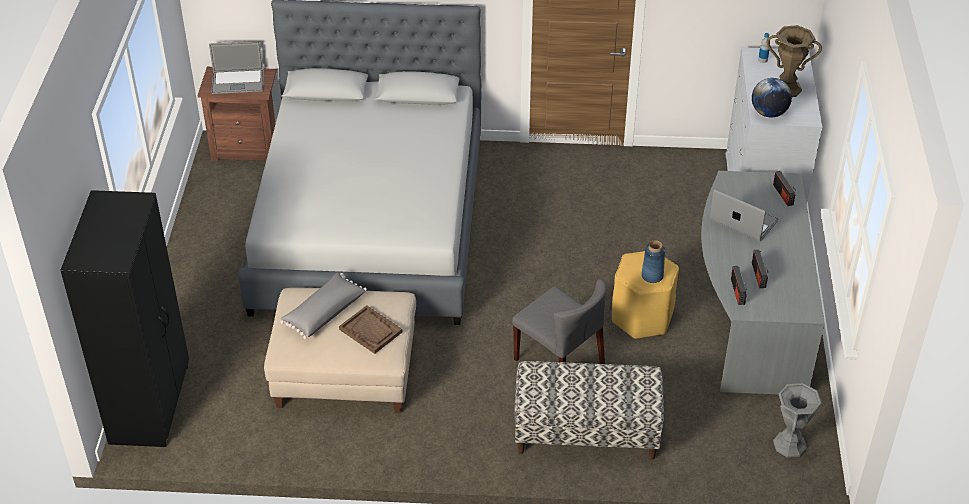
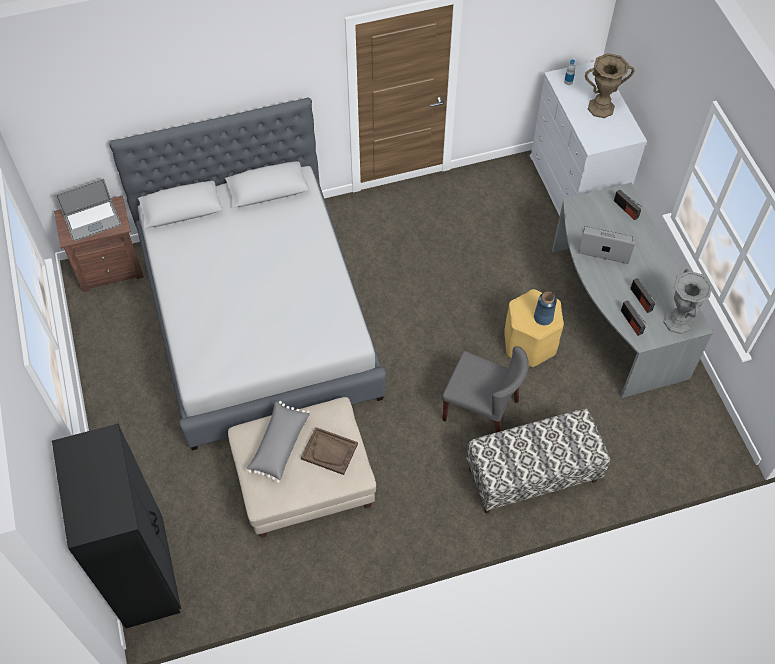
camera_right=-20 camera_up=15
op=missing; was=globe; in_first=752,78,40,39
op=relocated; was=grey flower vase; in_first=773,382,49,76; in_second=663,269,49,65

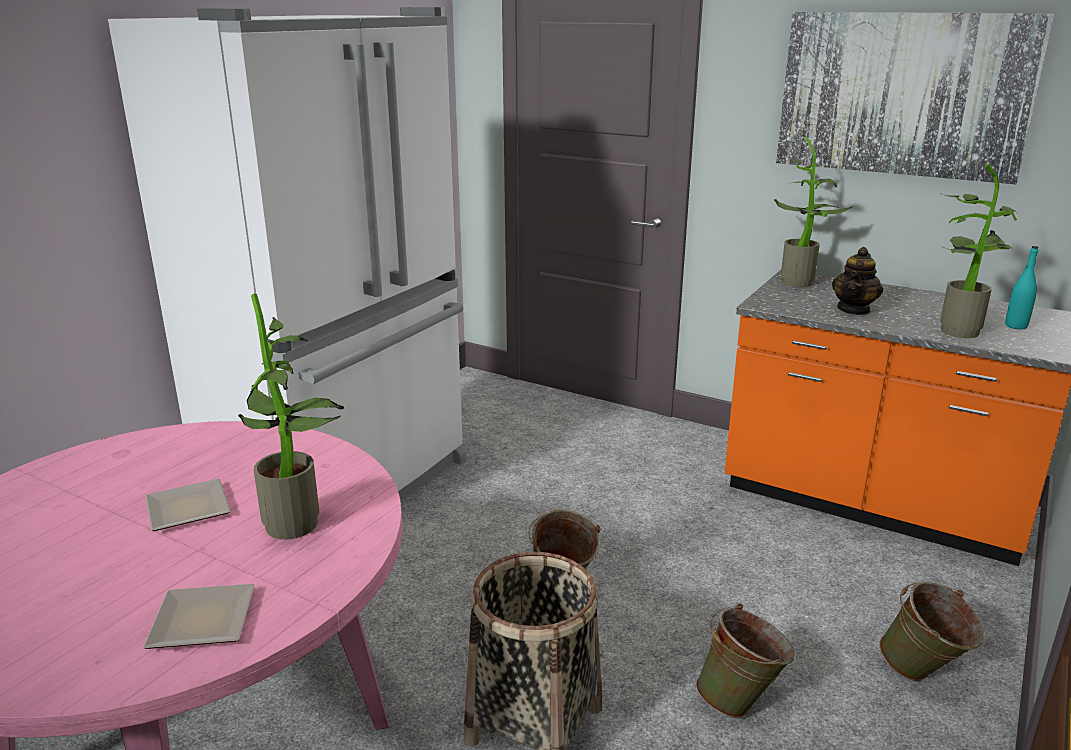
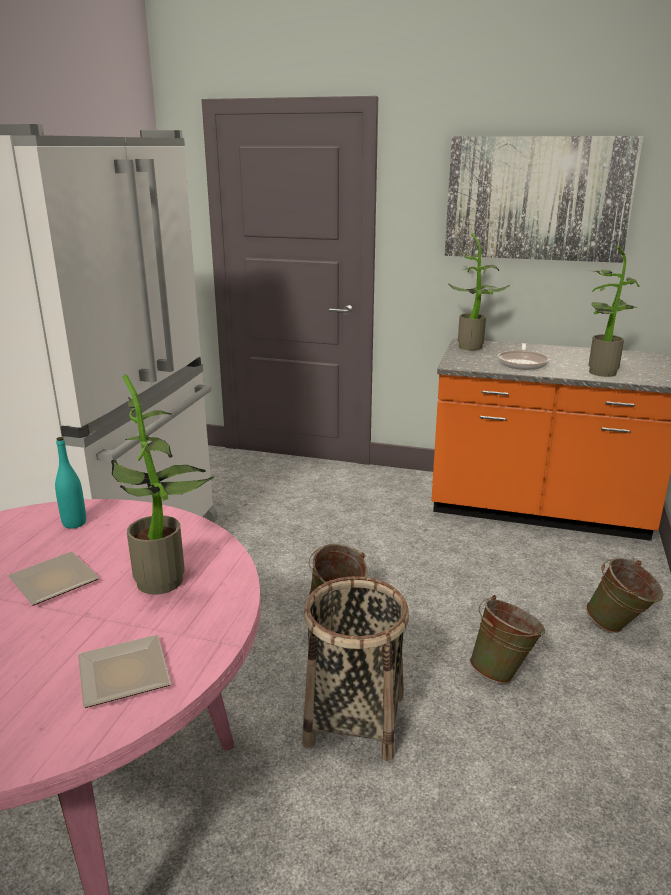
camera_right=-15 camera_up=0
op=relocated; was=turquoise-coloured beverage bottle; in_first=1005,246,33,83; in_second=55,437,31,91
op=exchanged; was=tea pot; now=skillet; in_first=832,247,51,68; in_second=498,343,51,27

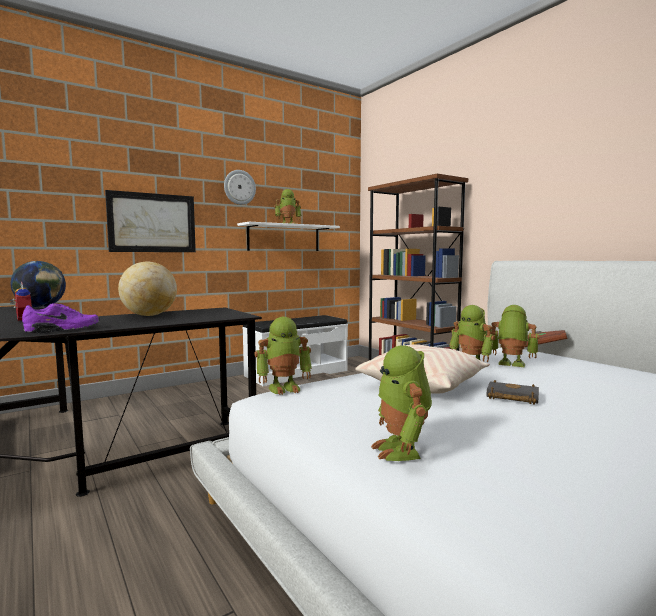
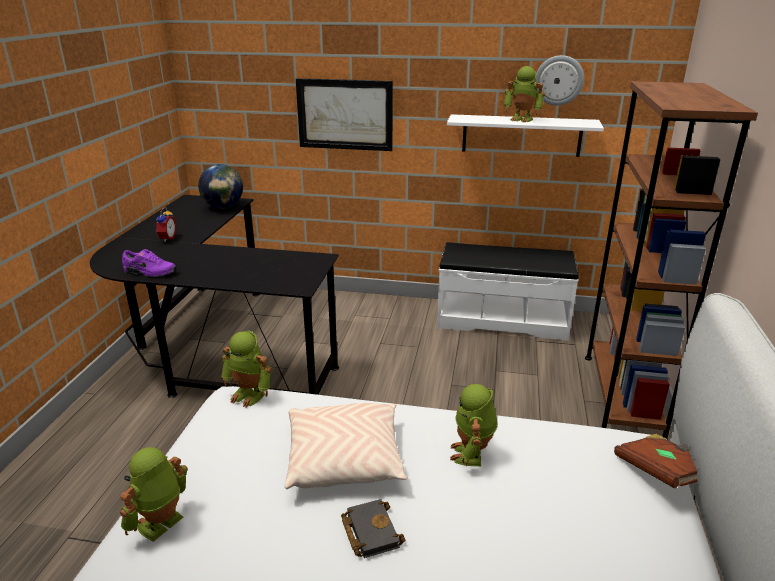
camera_right=45 camera_up=20
op=relocated; was=clock on the wall; in_first=224,170,32,35; in_second=536,55,48,51
op=missing; was=globe; in_first=118,262,59,54
op=missing; was=robot figure; in_first=491,305,48,62

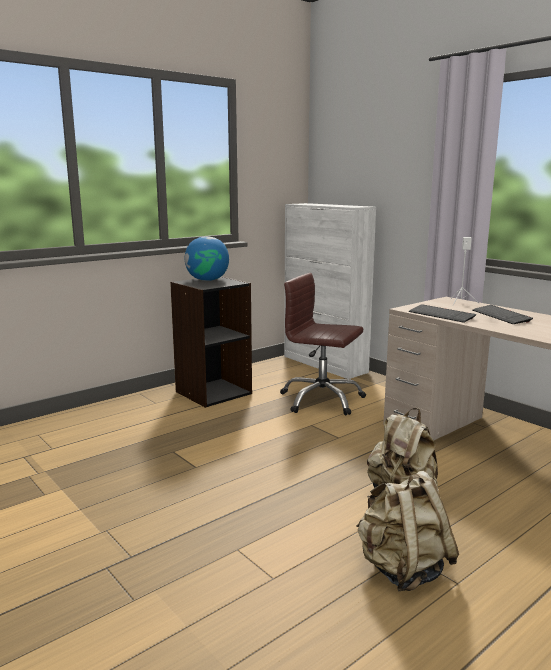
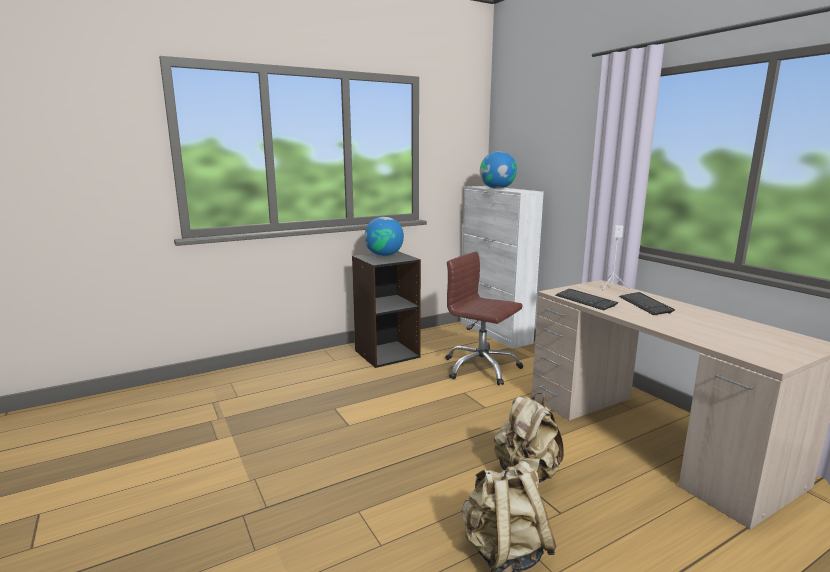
camera_right=10 camera_up=0
op=appeared; now=globe; in_second=480,152,37,37

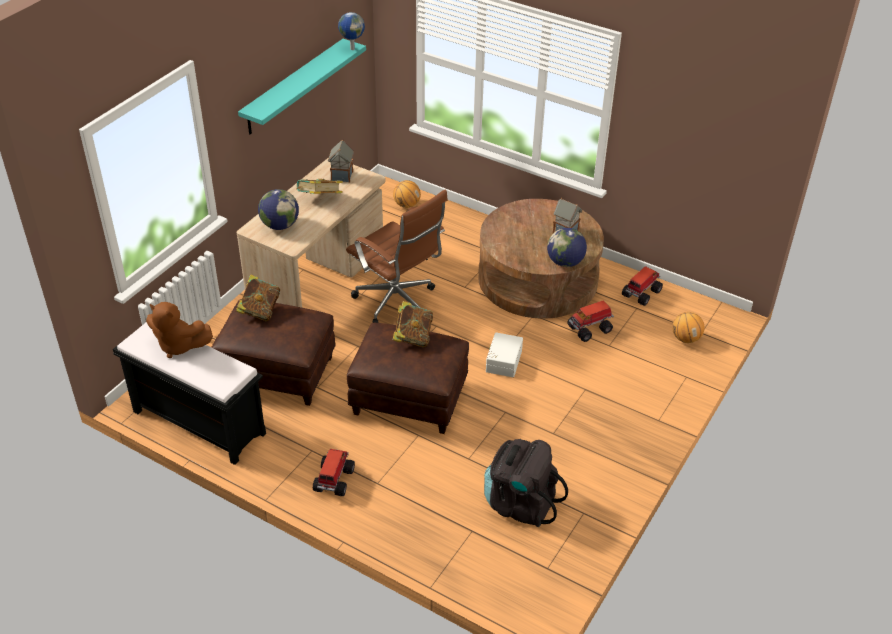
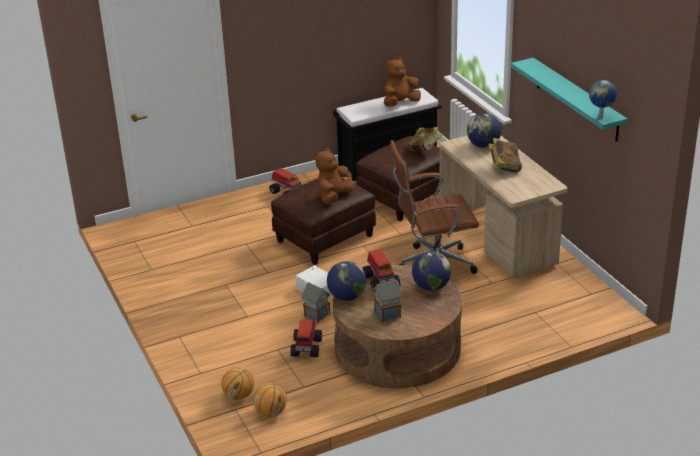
camera_right=125 camera_up=-10
op=relocated; was=model house; in_first=328,139,26,44; in_second=301,282,29,41
op=relocated; was=ball for basketball; in_first=393,180,28,28; in_second=253,383,34,34
op=relocated; was=toy truck; in_first=622,266,41,40; in_second=363,249,37,41
op=exchanged; was=bound book; now=brown-coloured cuddly toy; in_first=393,301,40,46; in_second=315,148,39,57
op=missing; was=black rucksack; in_first=484,439,84,88
op=appeared; now=globe; in_second=412,251,39,40

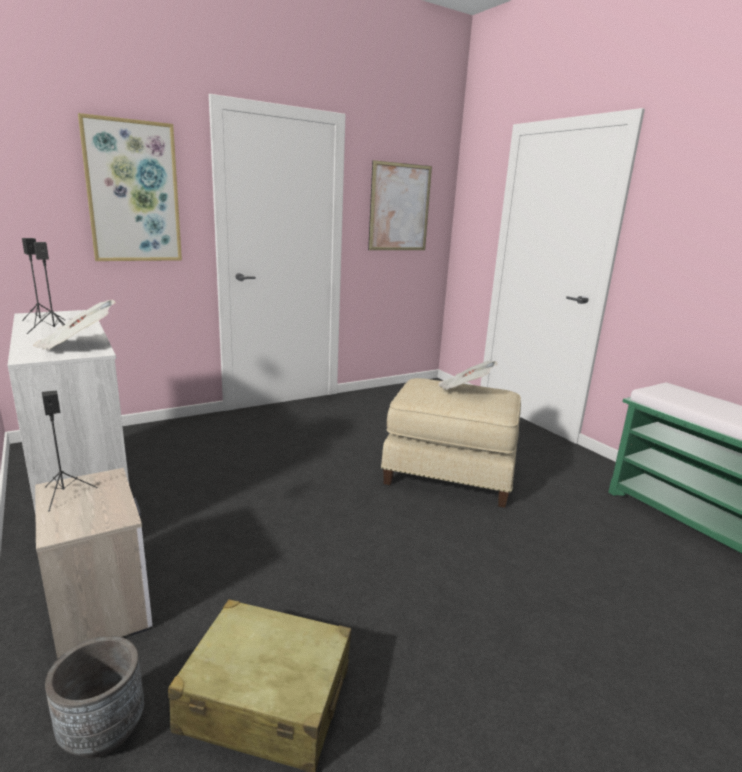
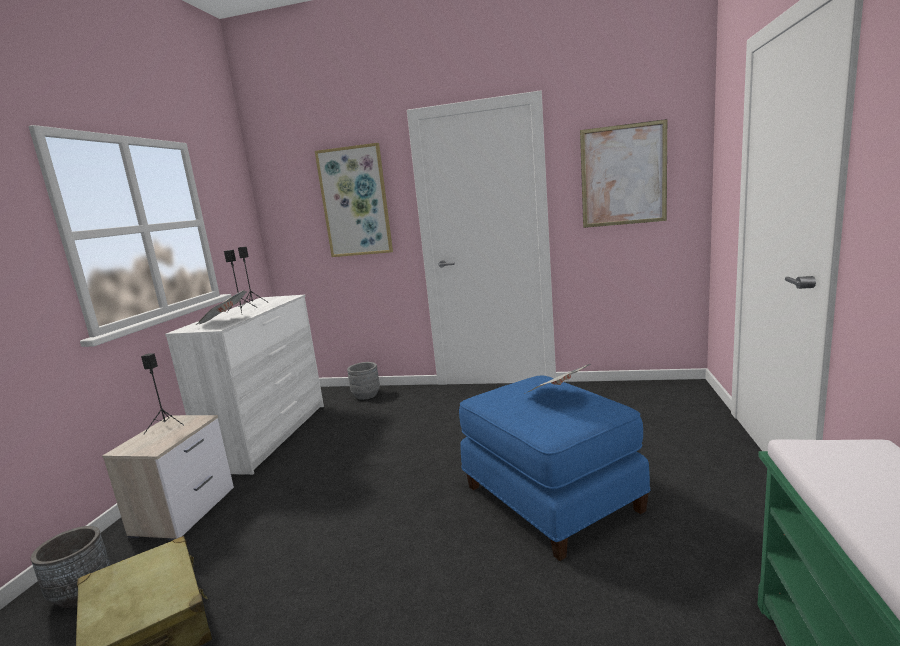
camera_right=45 camera_up=-5
op=colour; was=beige ottoman; now=blue-coloured ottoman; in_first=381,378,140,130; in_second=459,375,191,186
op=appeared; now=grey flower pot; in_second=347,362,33,38

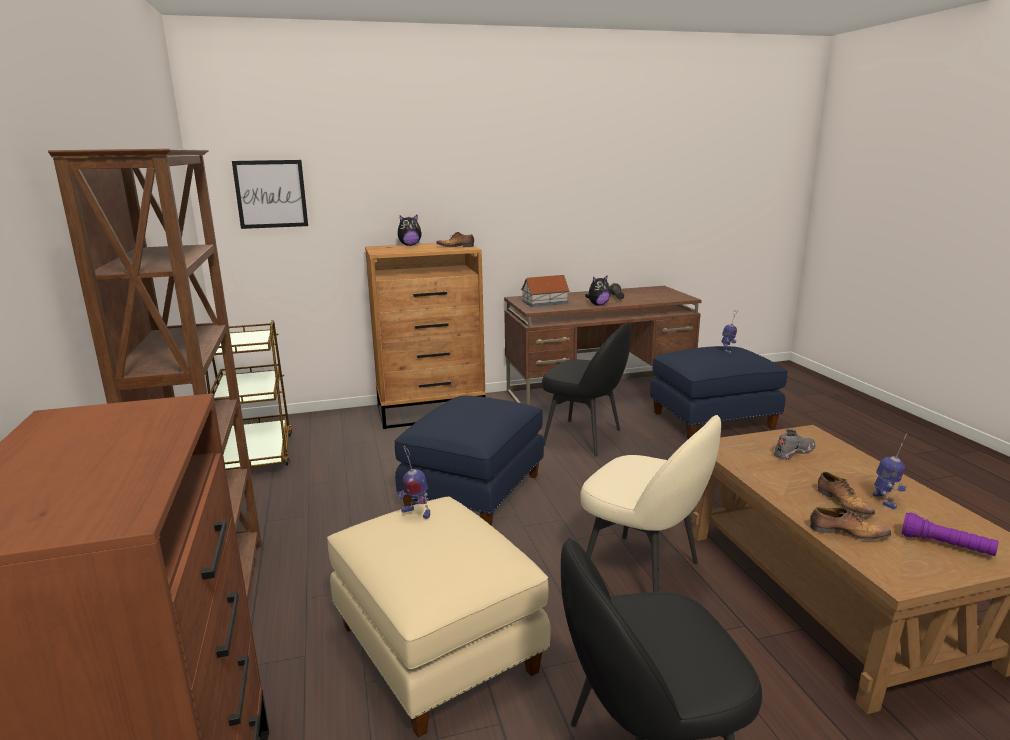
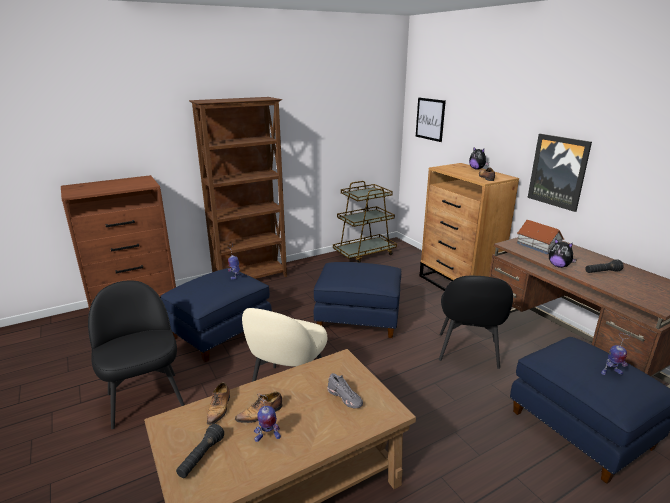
camera_right=75 camera_up=5
op=colour; was=beige ottoman; now=blue-coloured ottoman; in_first=327,497,223,240; in_second=160,268,112,94
op=colour; was=purplish hand torch; now=black hand torch; in_first=902,512,96,44; in_second=176,424,48,54
op=appeared; now=wall art; in_second=528,134,64,78

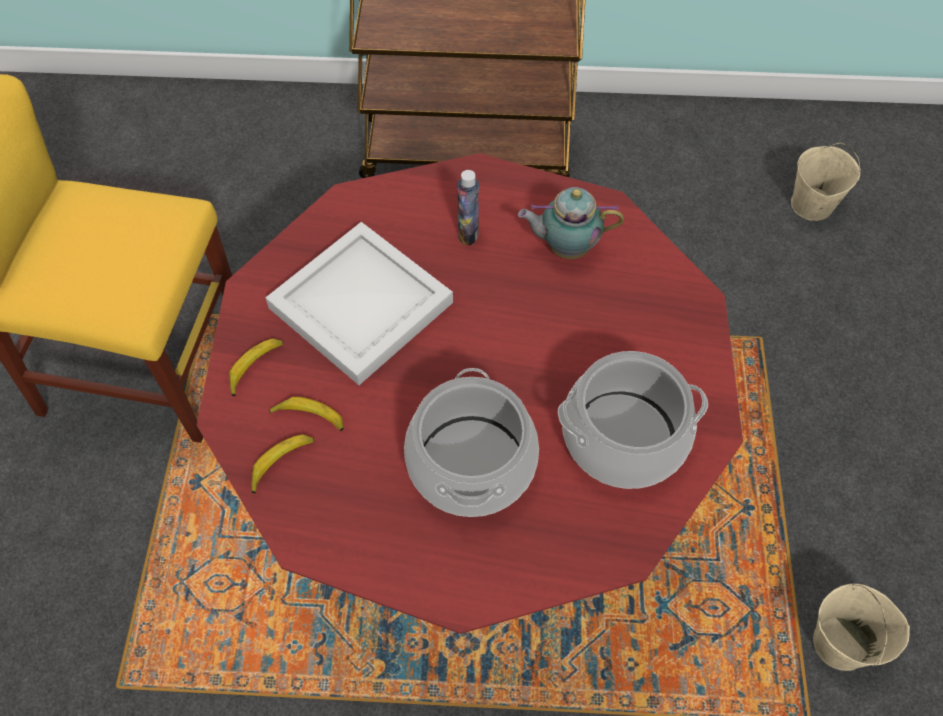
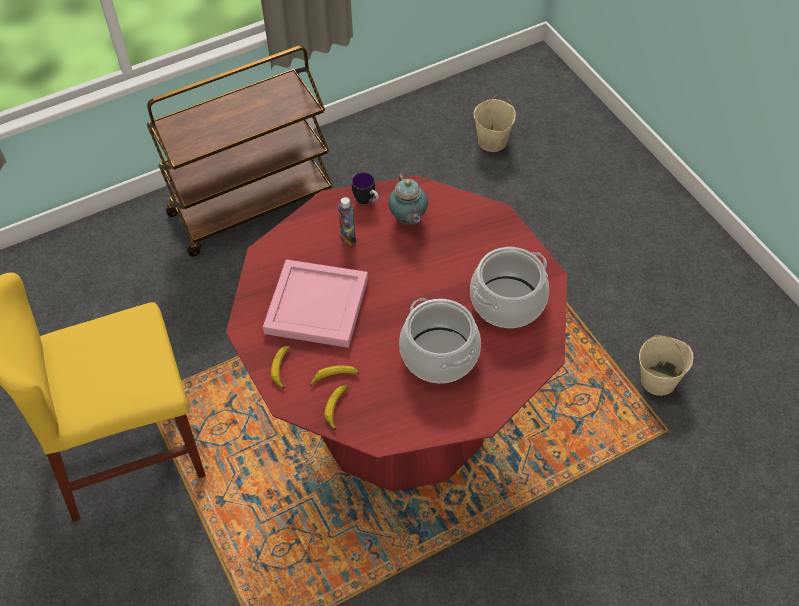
camera_right=-30 camera_up=-5
op=spun; was=tea pot; in_first=518,187,106,72; in_second=388,172,40,53; clockwise=-75
op=colour; was=white carrying tray; now=pink-coloured carrying tray; in_first=265,222,188,163; in_second=263,259,105,89
op=appeared; now=coffee mug; in_second=352,173,27,31

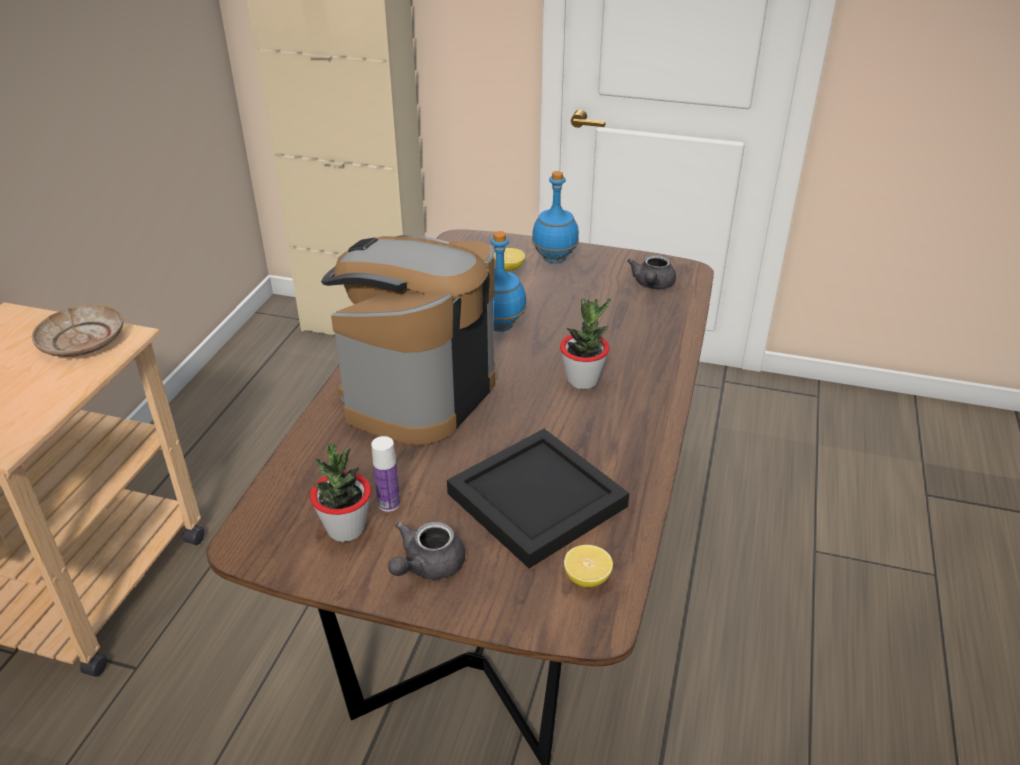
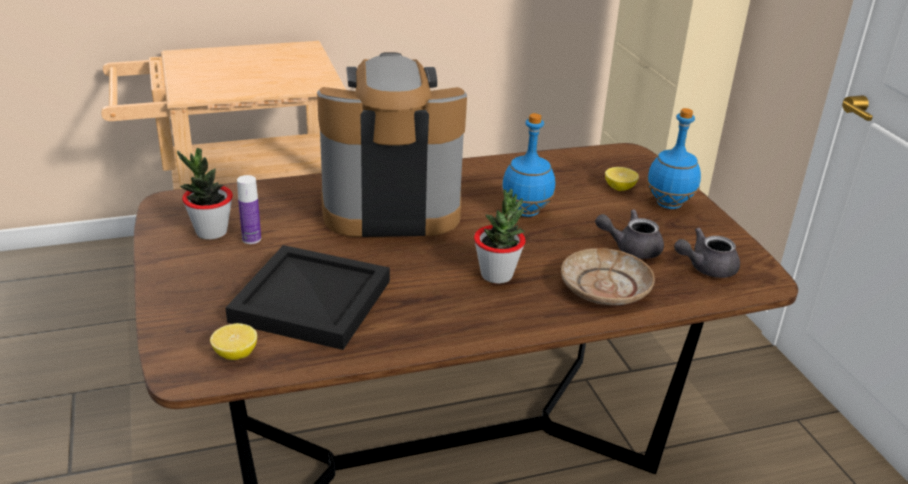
camera_right=55 camera_up=-5
op=relocated; was=beige flat dish; in_first=32,305,91,52; in_second=561,248,94,57
op=relocated; was=grey tea pot; in_first=388,522,77,58; in_second=595,209,69,50

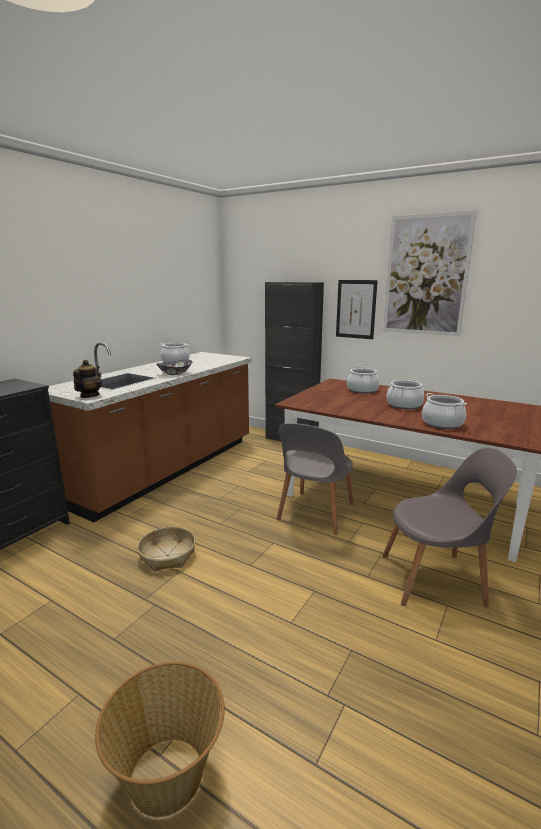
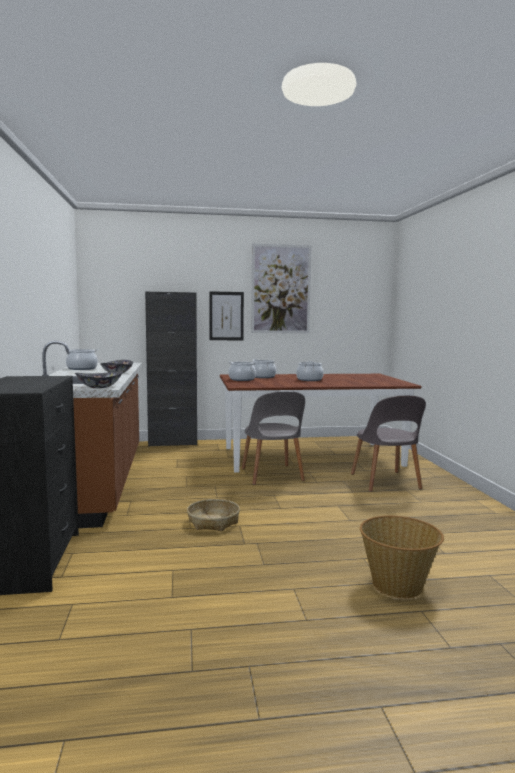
camera_right=-40 camera_up=-10
op=exchanged; was=tea pot; now=serving bowl; in_first=73,360,29,38; in_second=75,371,48,17
op=relocated; was=cooking pot; in_first=422,393,45,36; in_second=228,361,28,20
op=spun; was=grey chair; in_first=383,448,134,159; in_second=351,396,75,96; clockwise=120

